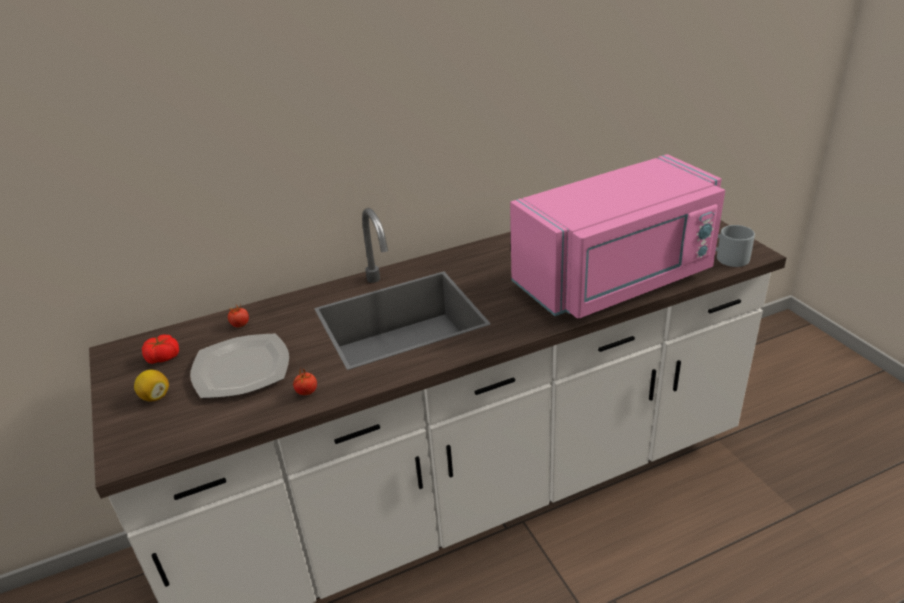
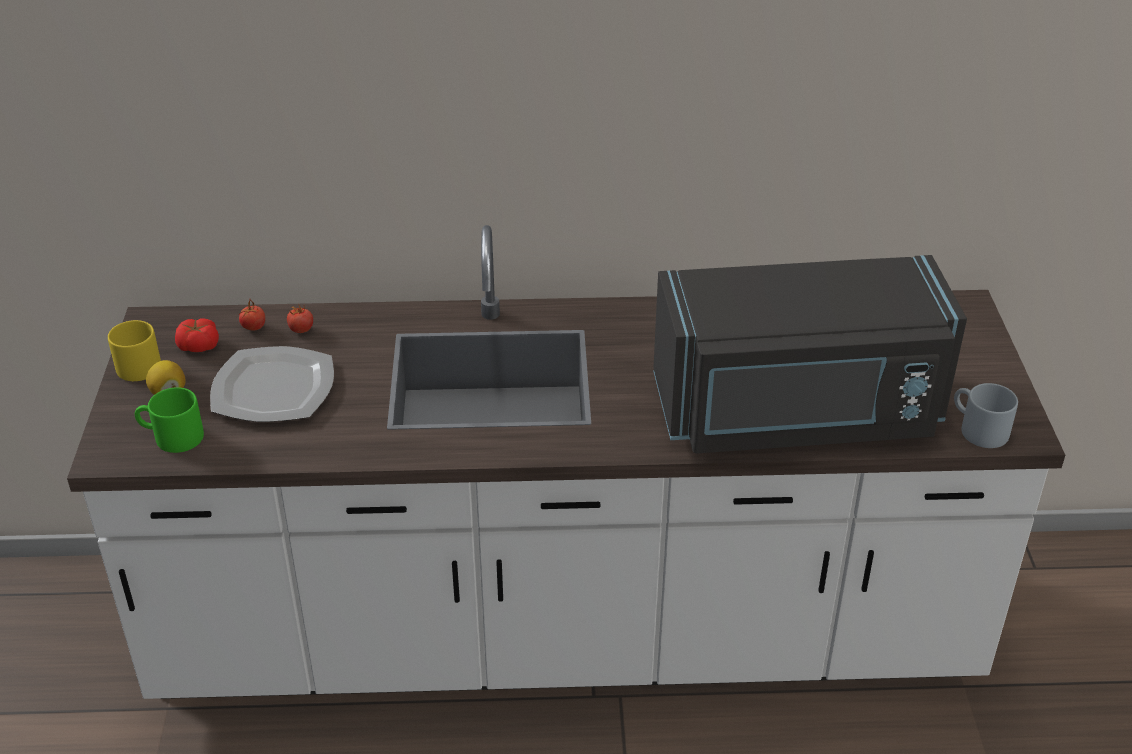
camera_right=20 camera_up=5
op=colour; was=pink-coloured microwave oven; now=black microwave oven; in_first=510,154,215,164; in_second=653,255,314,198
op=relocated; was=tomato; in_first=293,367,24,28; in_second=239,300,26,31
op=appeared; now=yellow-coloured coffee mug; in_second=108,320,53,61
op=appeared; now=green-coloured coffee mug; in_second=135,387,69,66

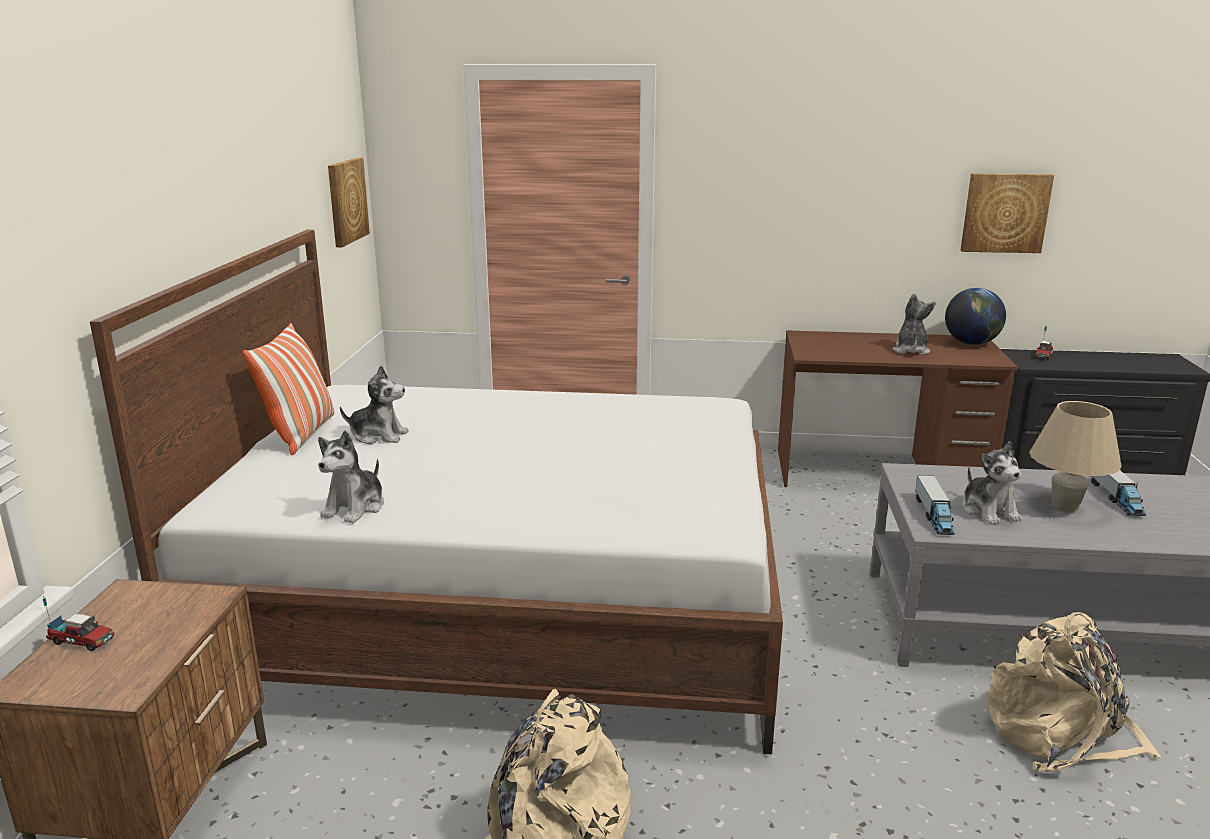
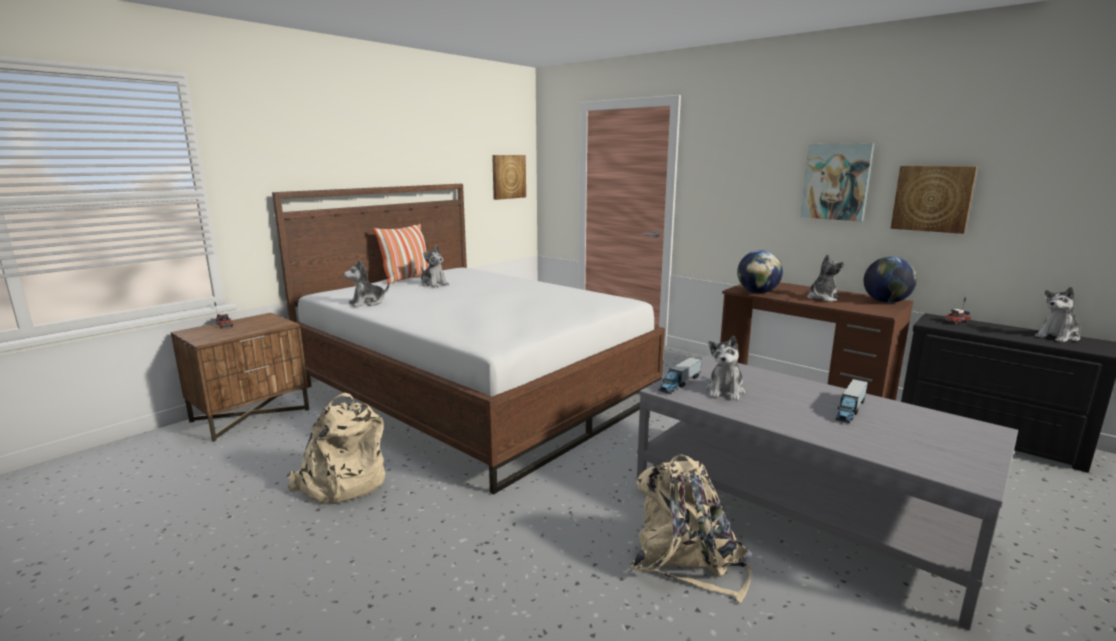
camera_right=35 camera_up=-5
op=missing; was=beige tabletop lamp; in_first=1029,401,93,111
op=appeared; now=wall art; in_second=800,143,74,78
op=appeared; now=globe; in_second=737,250,46,43
op=appeared; now=cuddly toy; in_second=1035,287,45,56

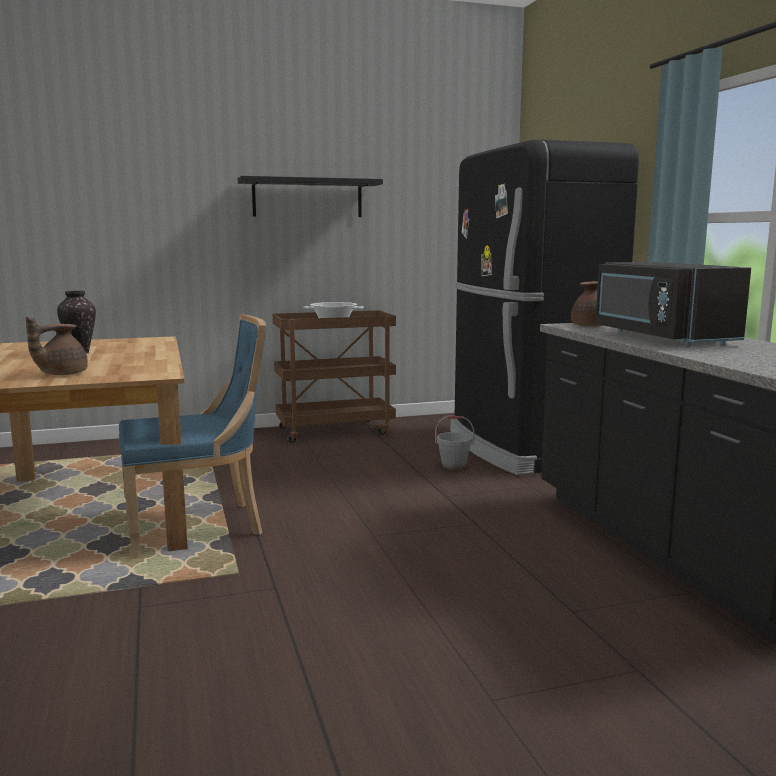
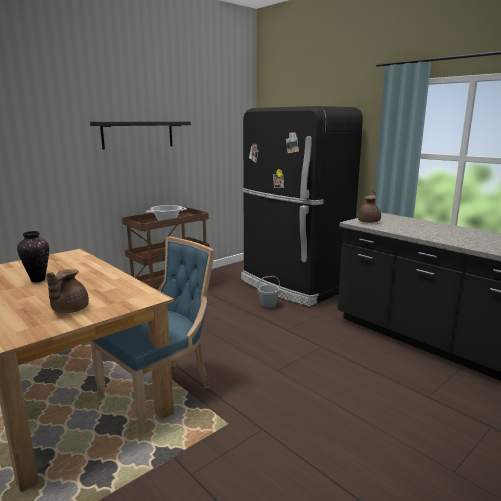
camera_right=-25 camera_up=5
op=missing; was=black microwave oven; in_first=595,262,156,85

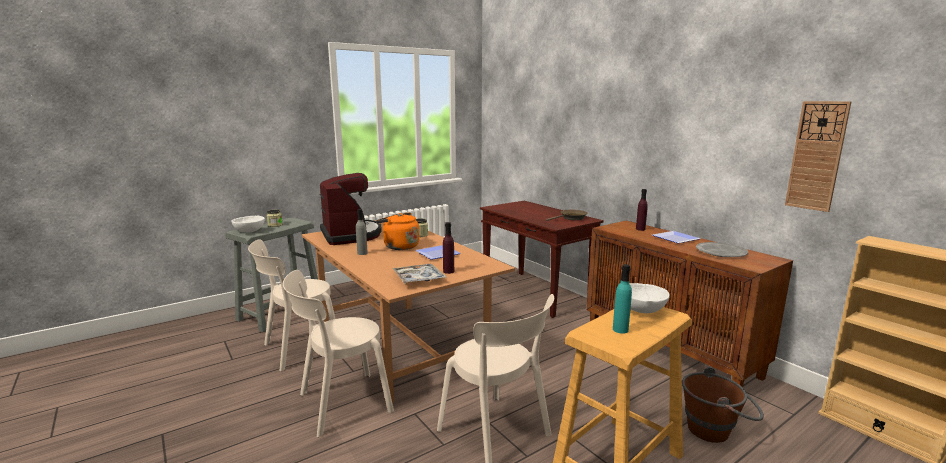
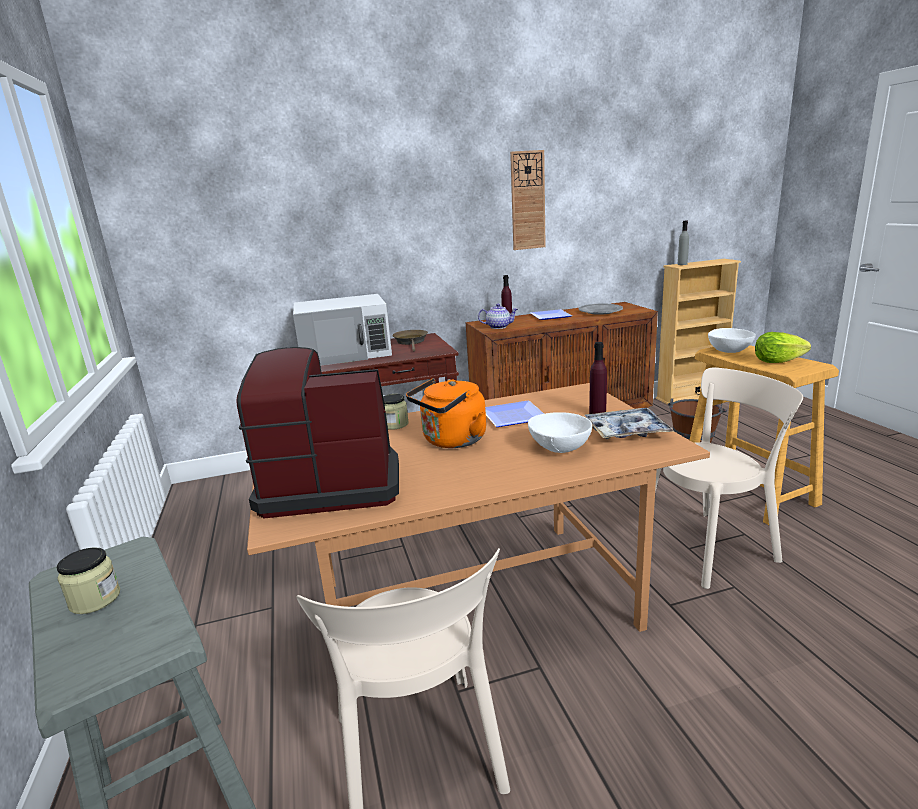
camera_right=-70 camera_up=5
op=relocated; was=clock on the wall; in_first=785,101,67,111; in_second=510,150,36,100
op=relocated; was=grey beverage bottle; in_first=356,209,12,46; in_second=677,221,12,44
op=relocated; was=white serving bowl; in_first=231,216,34,16; in_second=528,413,64,40
op=exchanged; was=turquoise-coloured beverage bottle; now=lettuce head; in_first=613,264,19,70; in_second=755,332,56,31
op=missing; was=beige chair; in_first=283,270,111,167
op=appeared; now=white microwave oven; in_second=293,294,99,72
op=appeared; now=tea pot; in_second=478,304,40,25

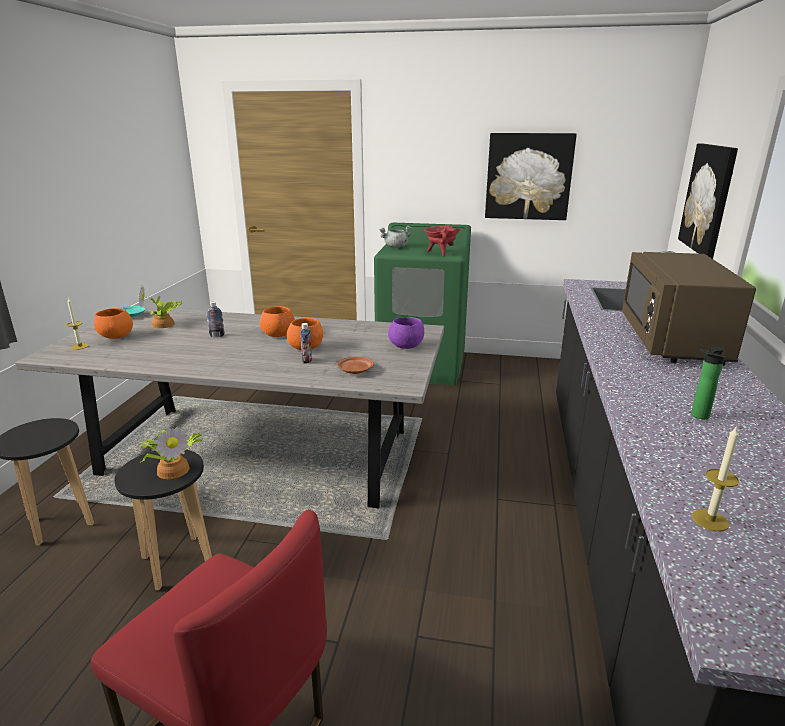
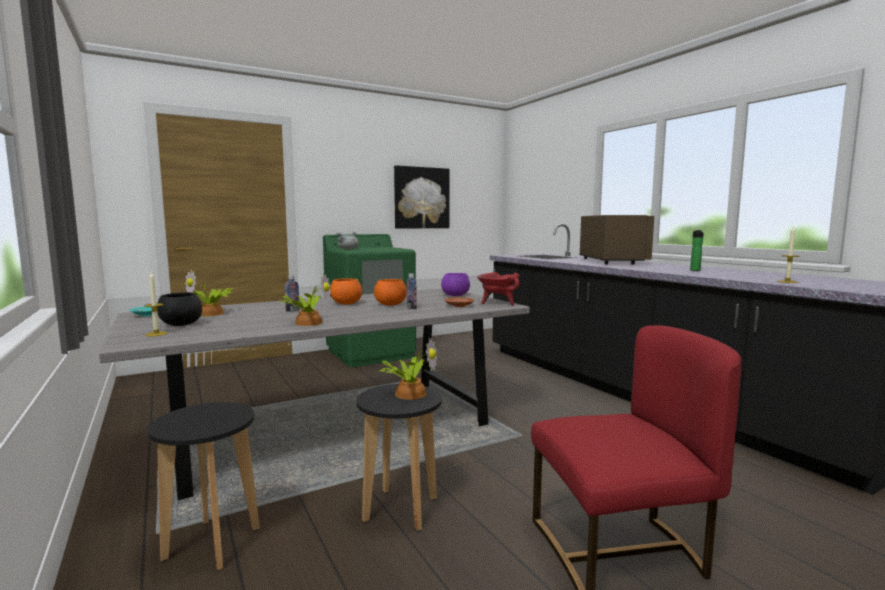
camera_right=-40 camera_up=-15
op=missing; was=wall art; in_first=678,143,60,116
op=relocated; was=red-coloured cooking pot; in_first=424,225,36,32; in_second=477,272,43,34
op=spun; was=brown-coloured microwave oven; in_first=622,252,134,114; in_second=579,215,75,49; clockwise=-150
op=colour; was=orange serving bowl; now=black serving bowl; in_first=94,308,39,31; in_second=157,292,45,34
op=appeared; now=potted plant; in_second=280,273,51,53

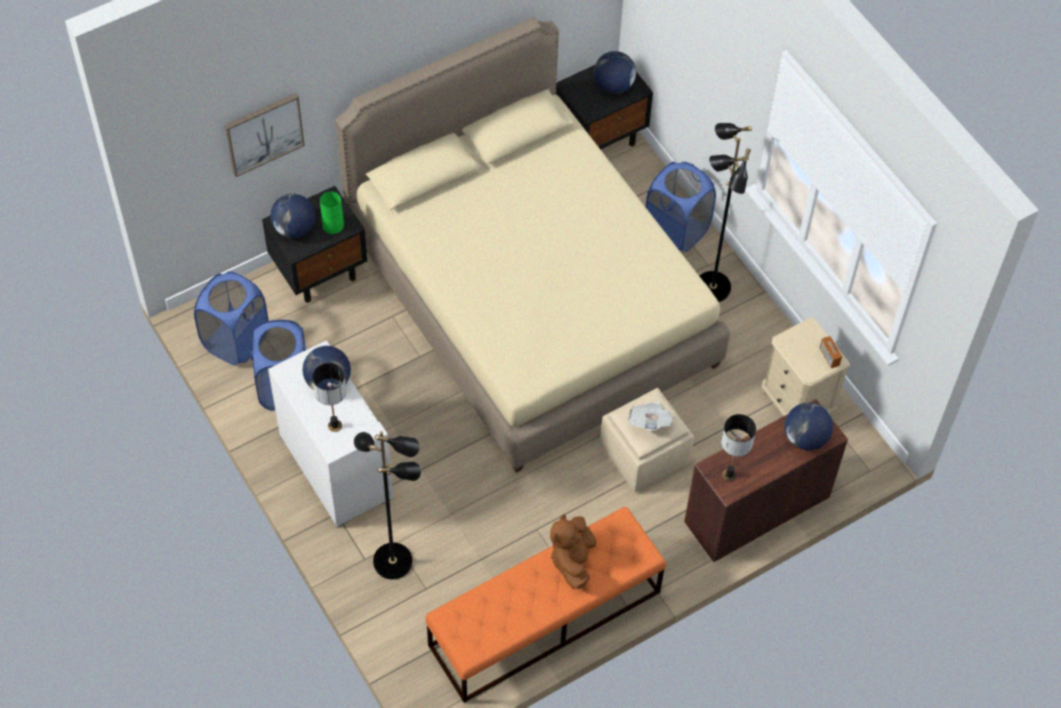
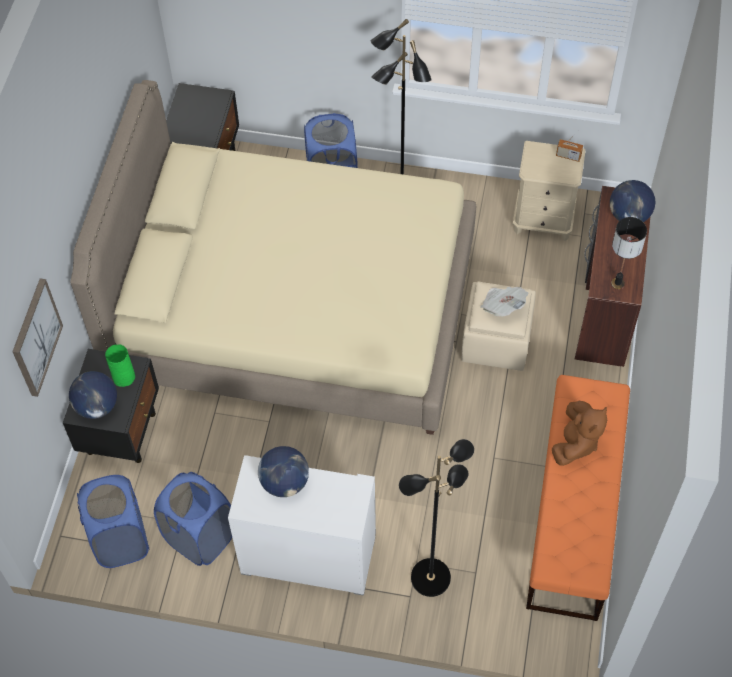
camera_right=-45 camera_up=0
op=missing; was=globe; in_first=594,51,42,43
op=missing; was=tabletop lamp; in_first=312,363,34,69
op=spun; was=brown-coloured cuddly toy; in_first=550,514,47,75; in_second=552,401,55,65; clockwise=-120

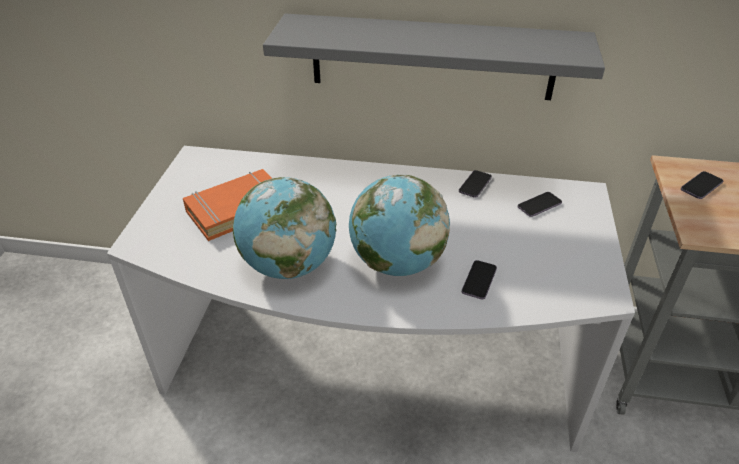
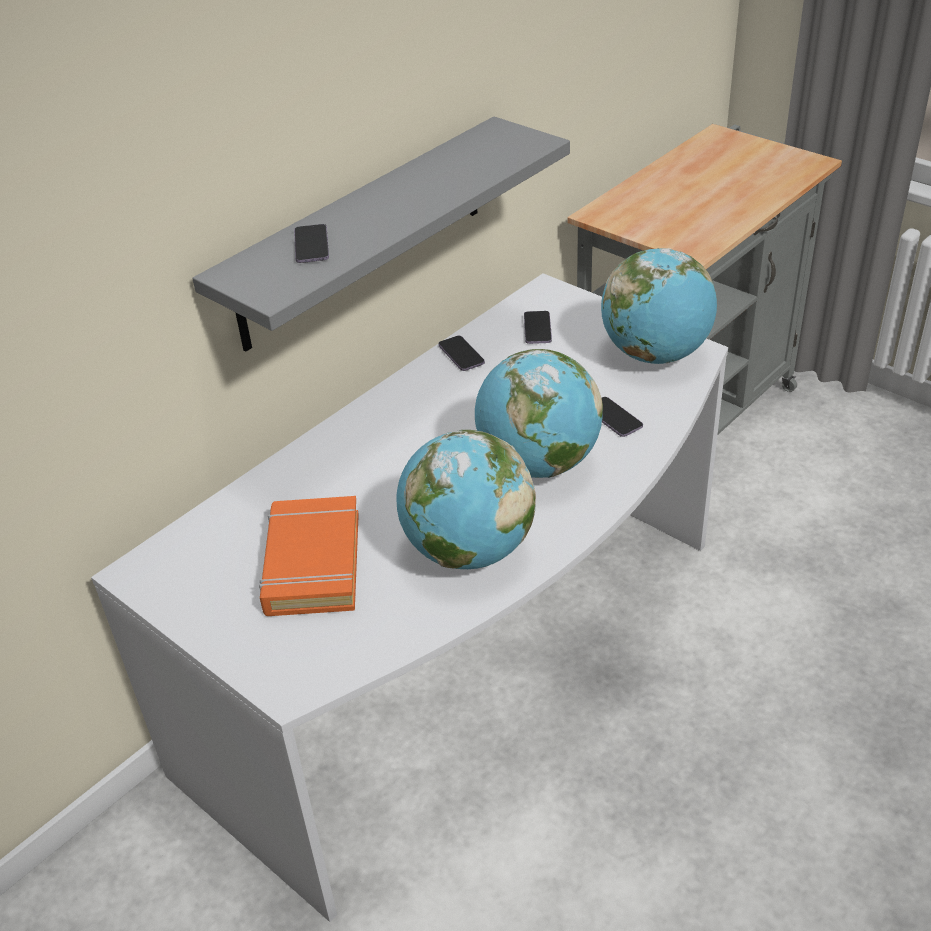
camera_right=-55 camera_up=0
op=relocated; was=telephone; in_first=681,171,42,28; in_second=294,224,35,39
op=appeared; now=globe; in_second=601,248,116,116

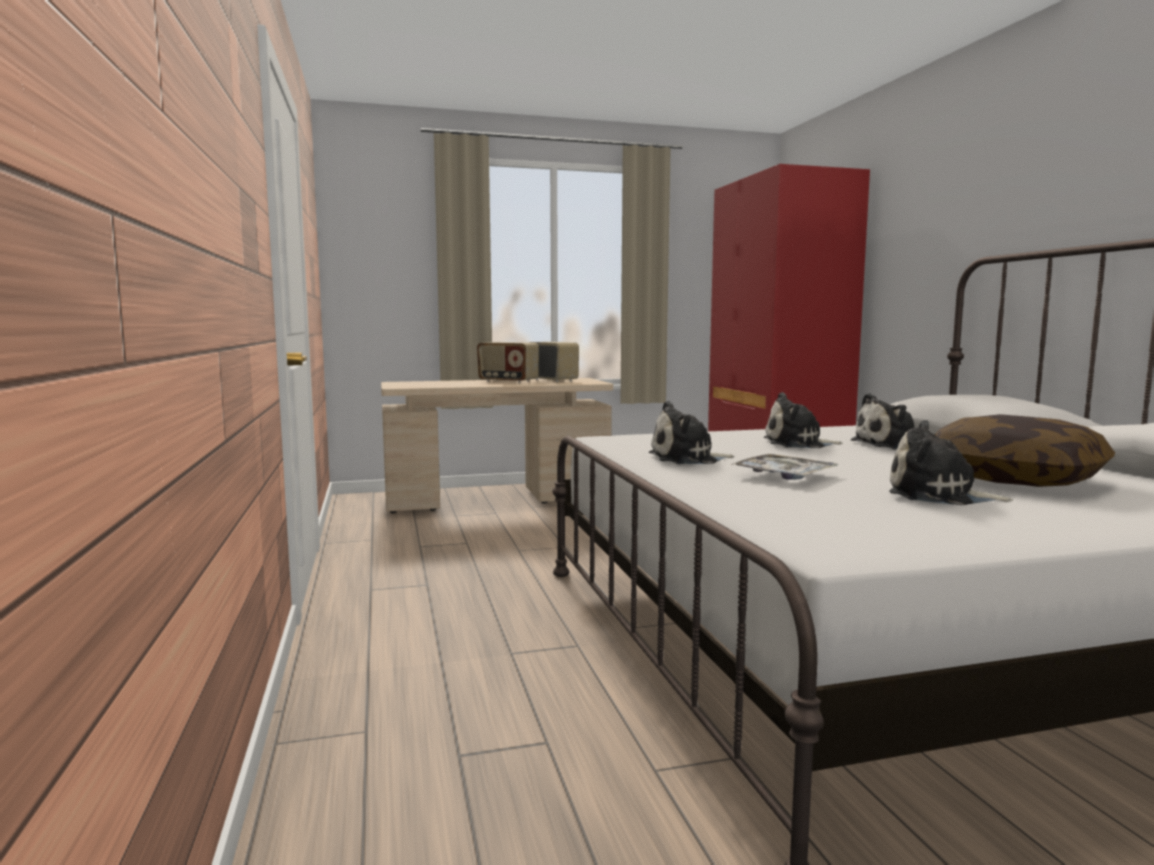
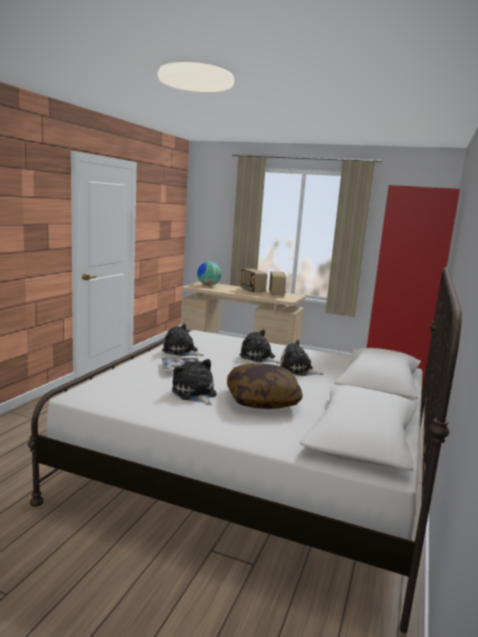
camera_right=35 camera_up=5
op=appeared; now=globe; in_second=197,261,25,25

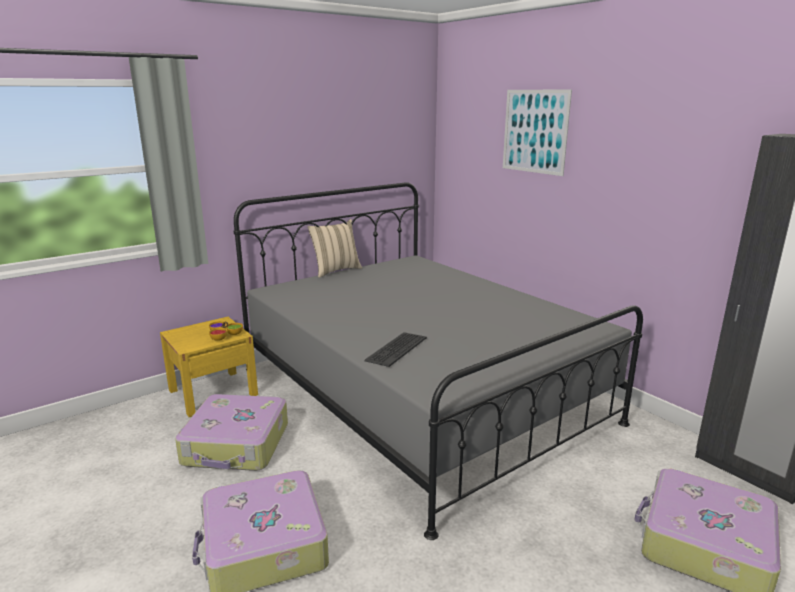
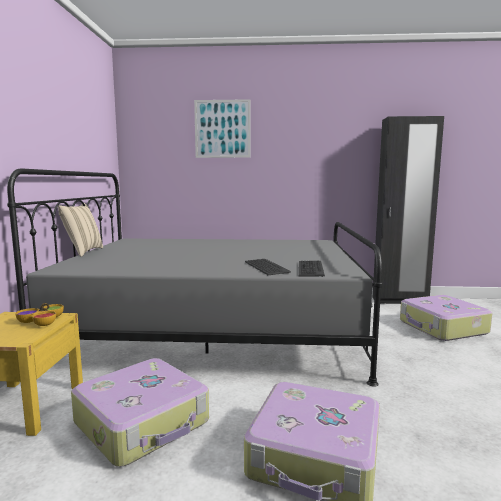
camera_right=-50 camera_up=-10
op=appeared; now=computer keyboard; in_second=299,261,26,16

